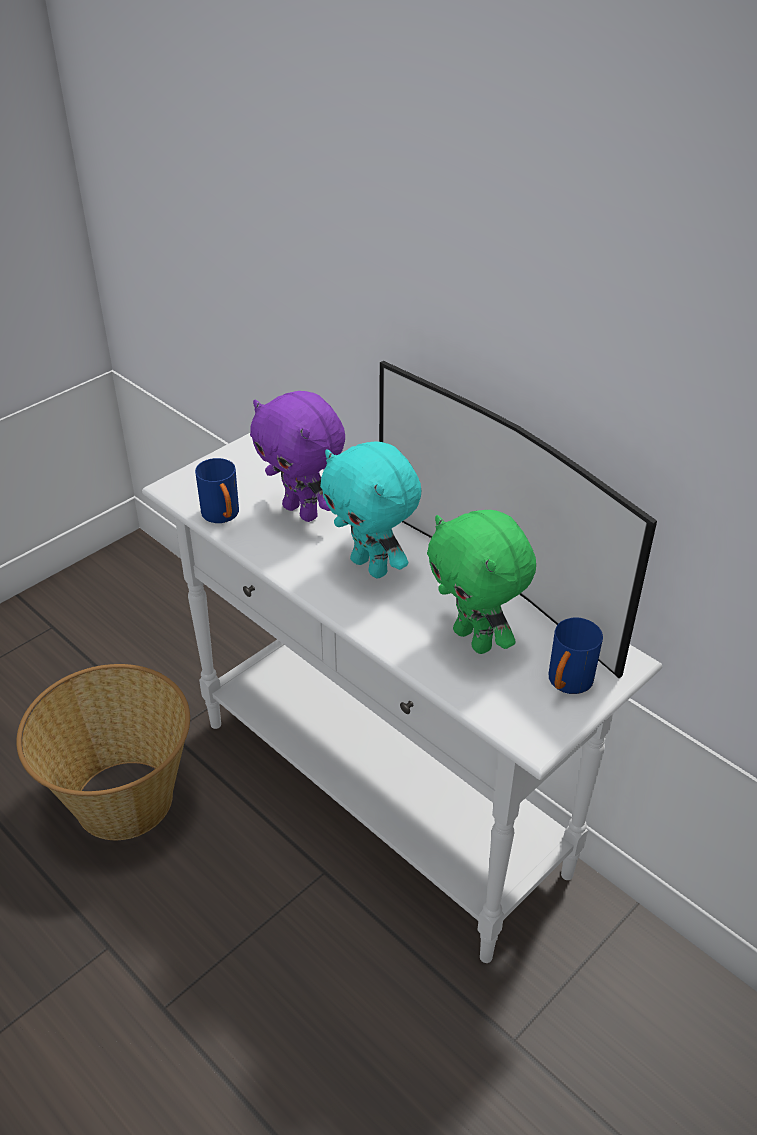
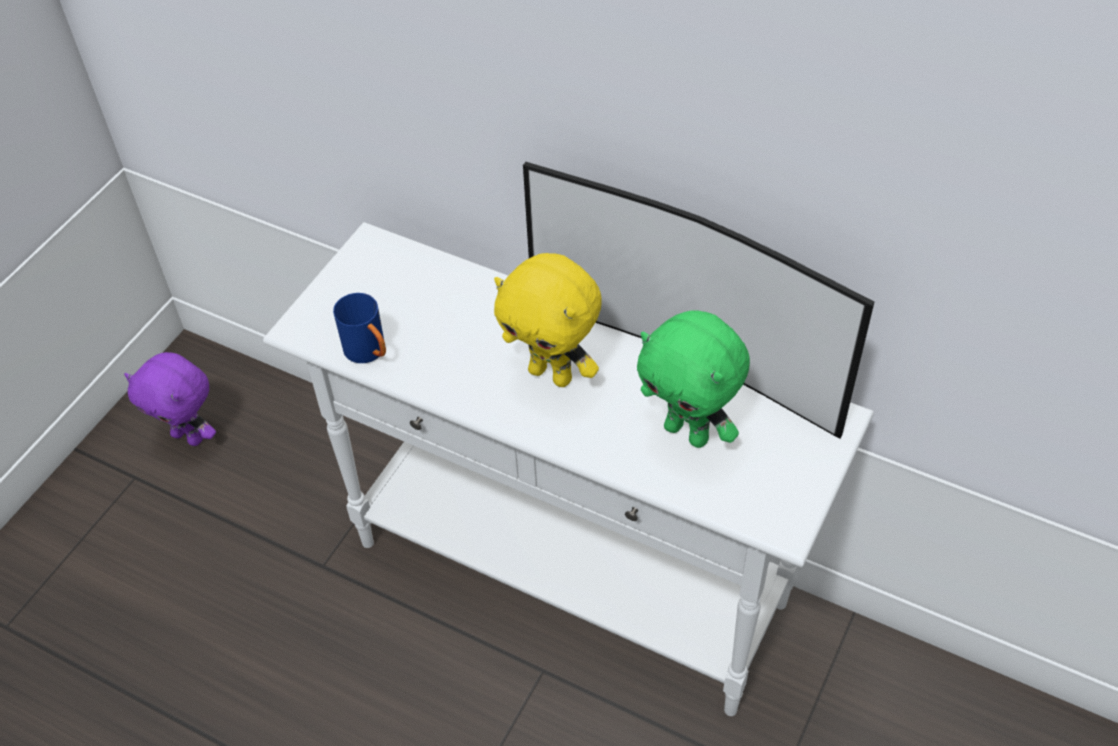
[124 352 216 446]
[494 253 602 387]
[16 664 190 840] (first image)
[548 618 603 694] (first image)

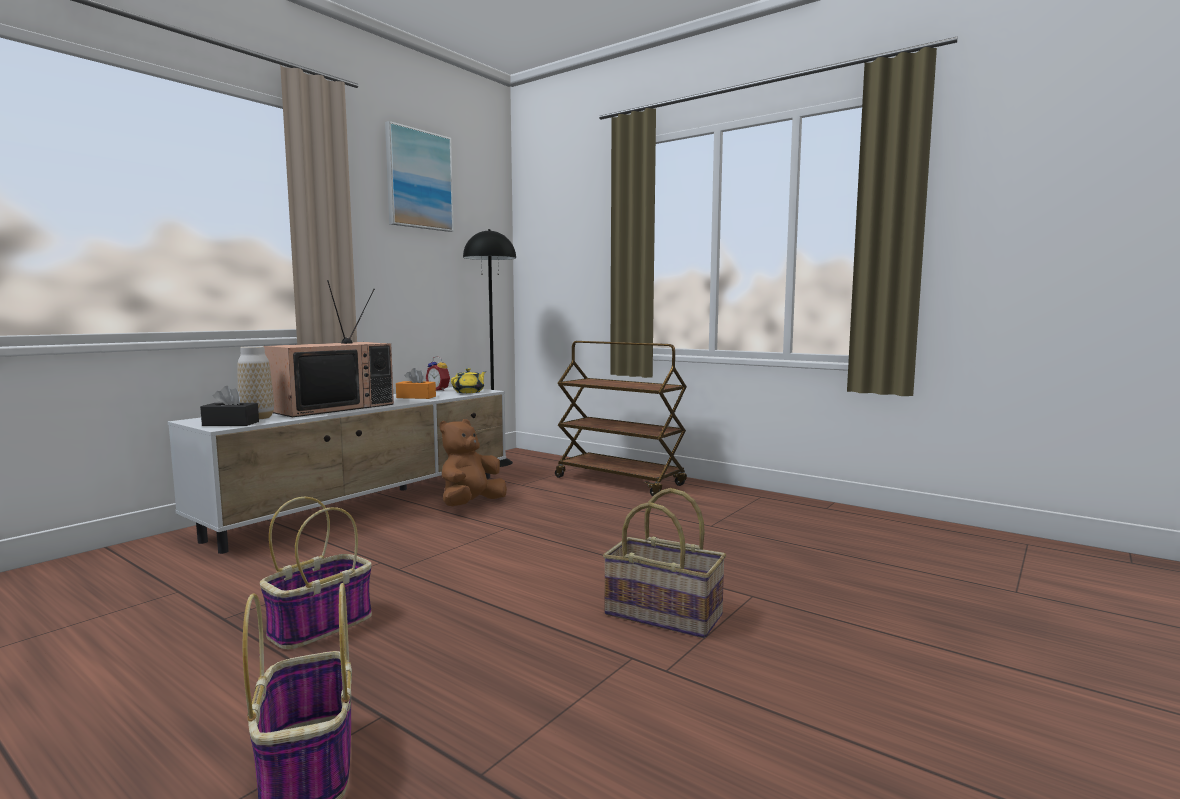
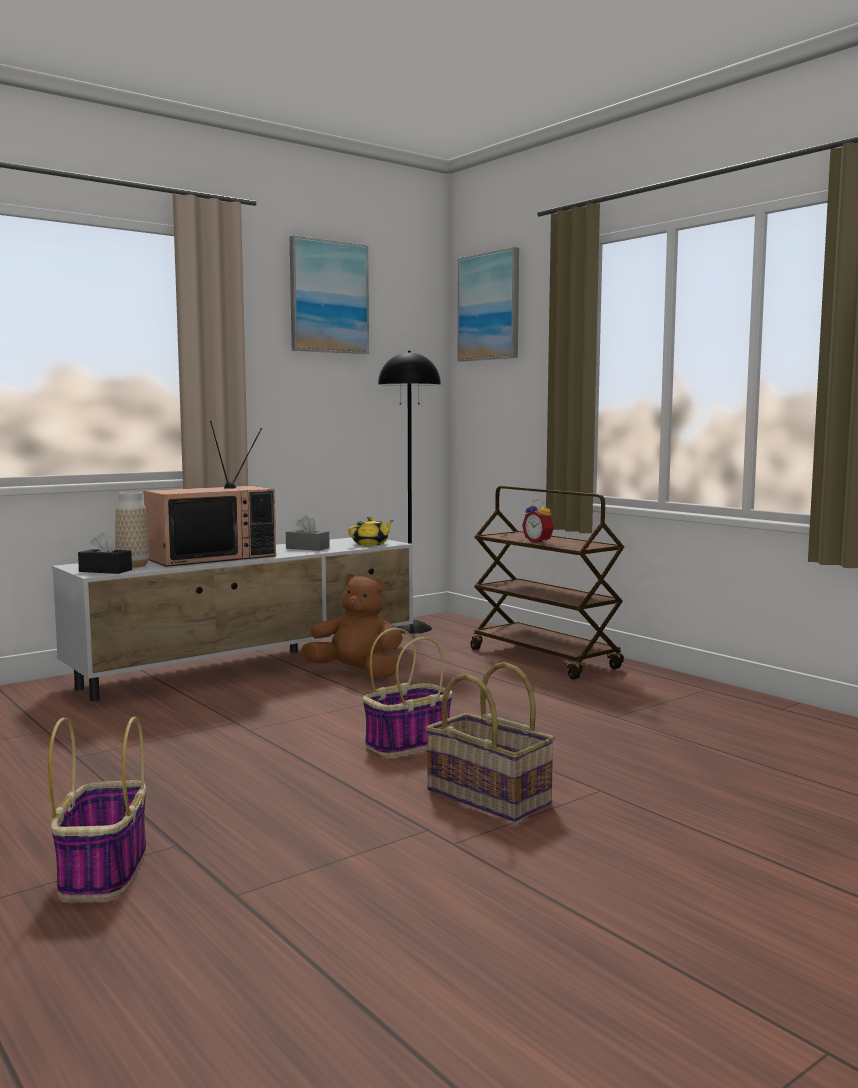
[286 515 330 551]
[301 573 403 677]
[363 628 453 757]
[458 247 519 362]
[522 499 554 544]

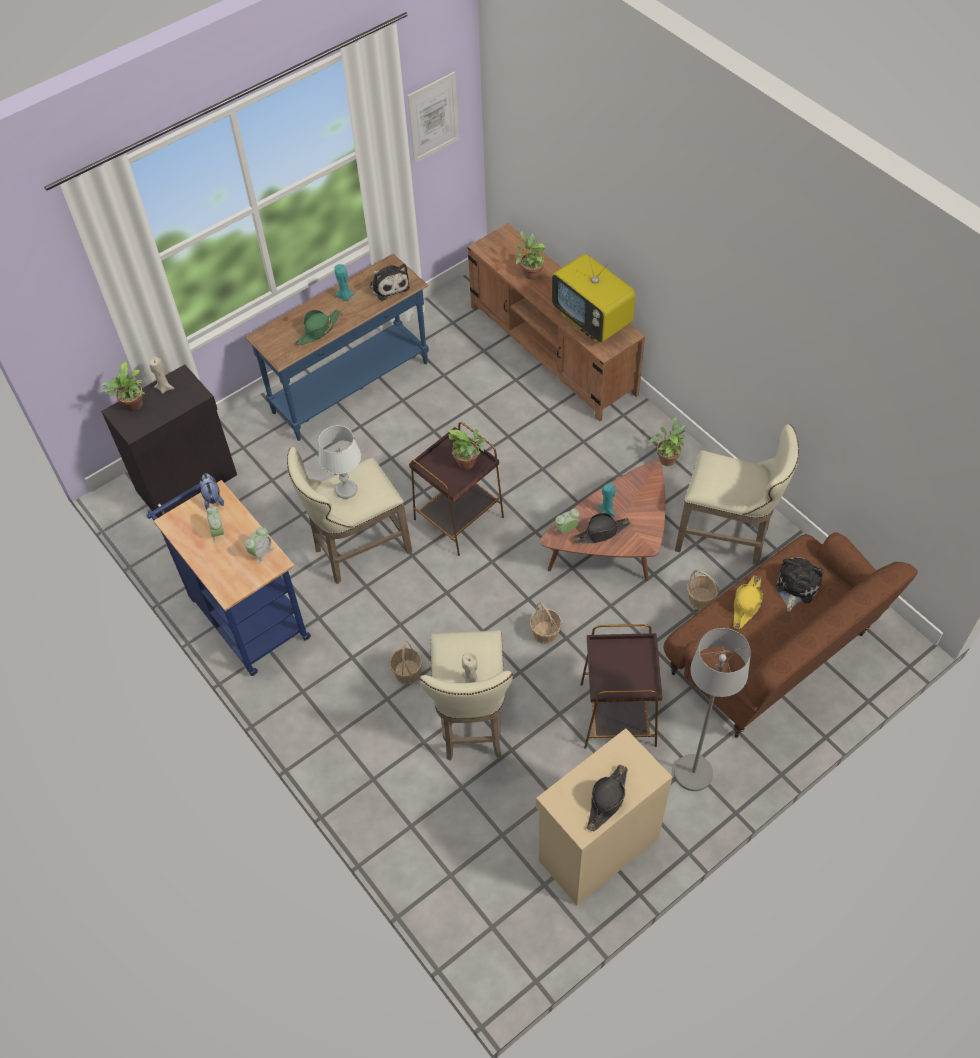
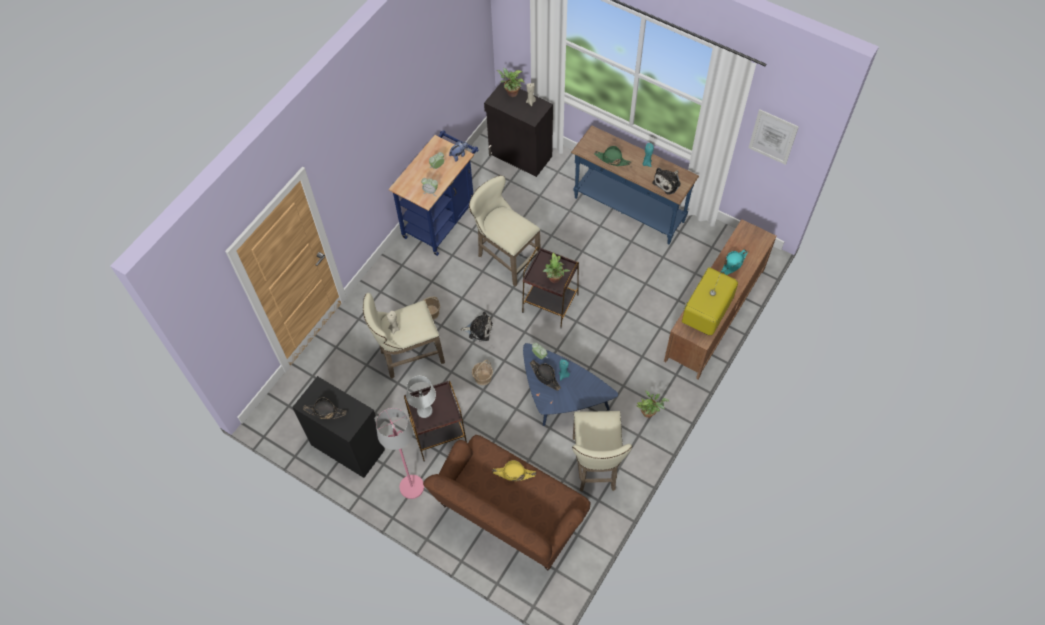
[292 376 385 478]
[376 408 424 499]
[406 376 436 418]
[461 312 493 341]
[523 343 618 426]
[721 249 748 275]
[687 570 719 610] (first image)

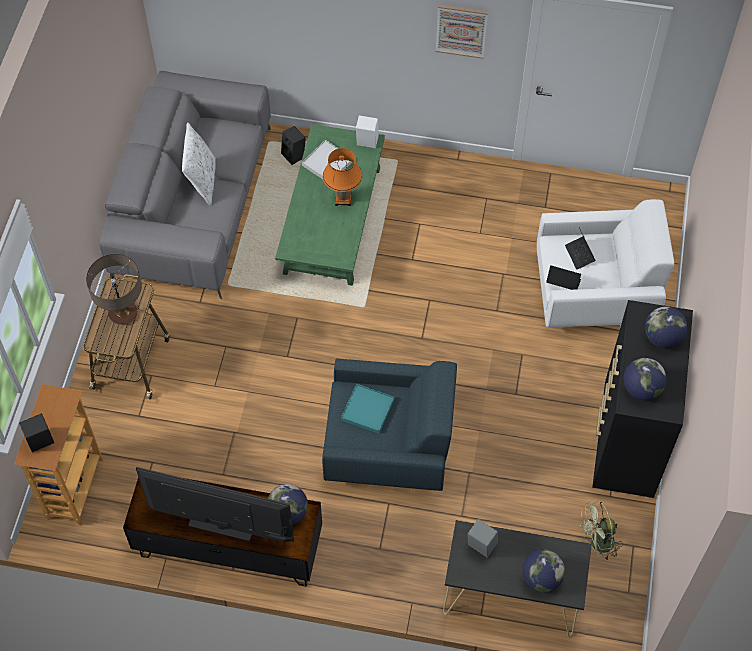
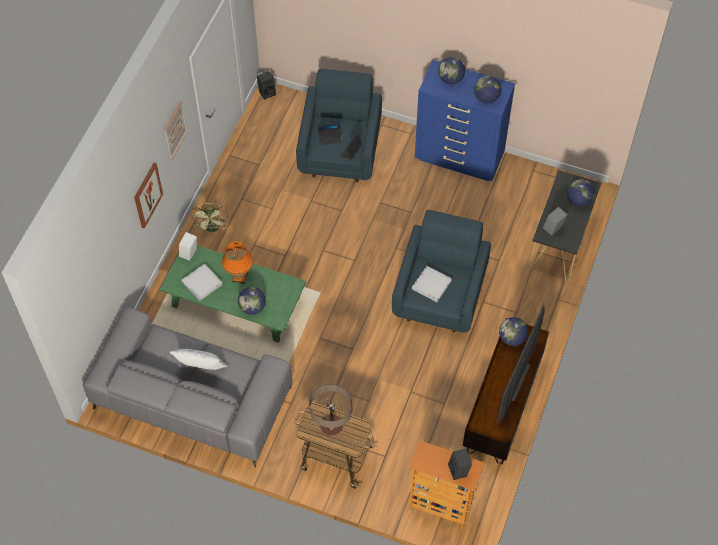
[134 163 163 229]
[192 203 228 232]
[238 287 266 315]
[257 71 276 100]
[296 69 382 182]
[412 266 452 302]
[415 60 515 181]

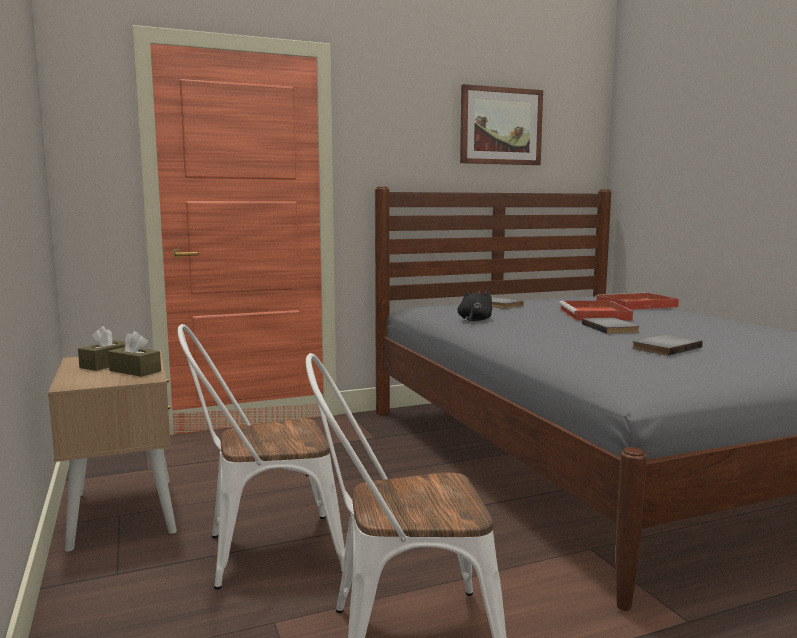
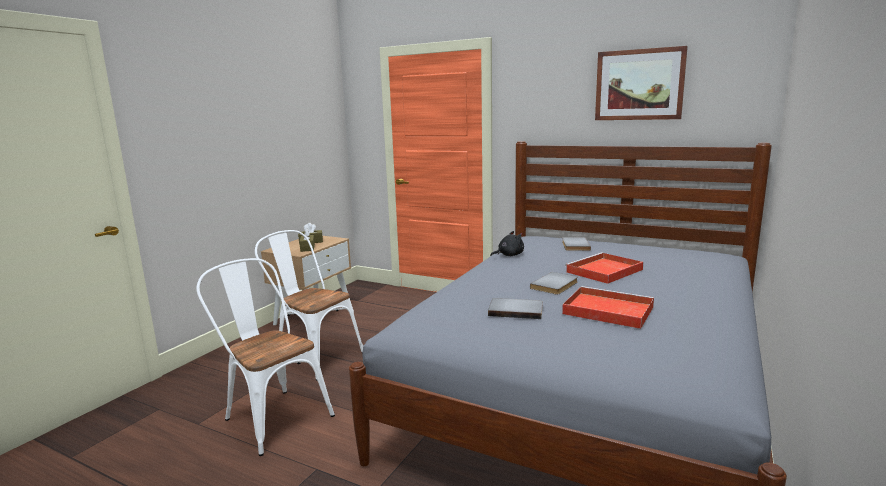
[562 286 654 329]

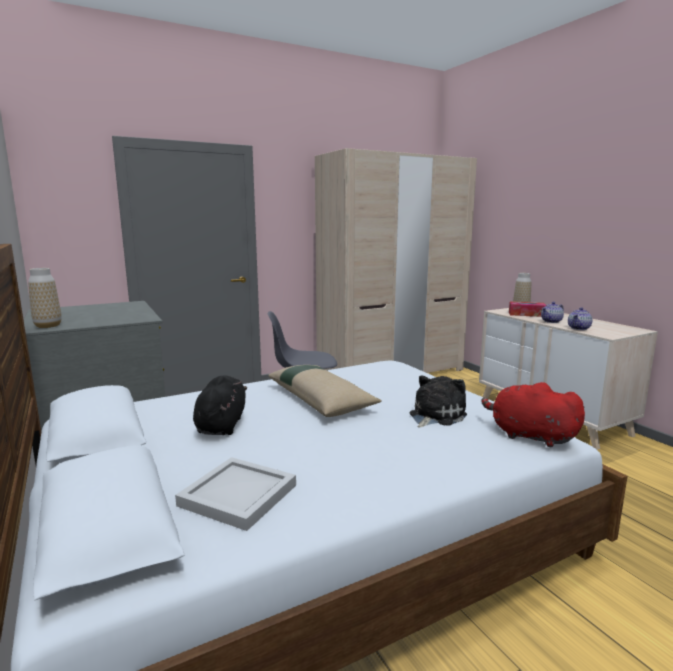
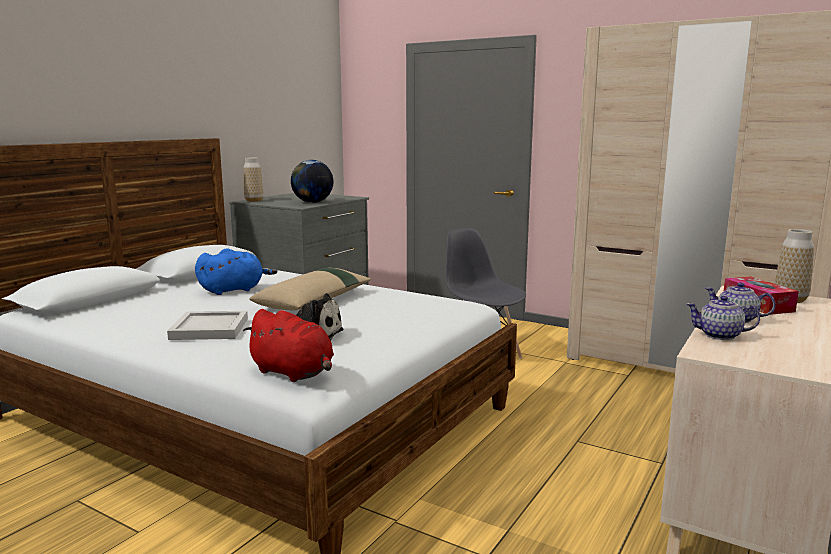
[167 311 248 340]
[195 248 277 295]
[243 309 334 382]
[291 160 333 203]

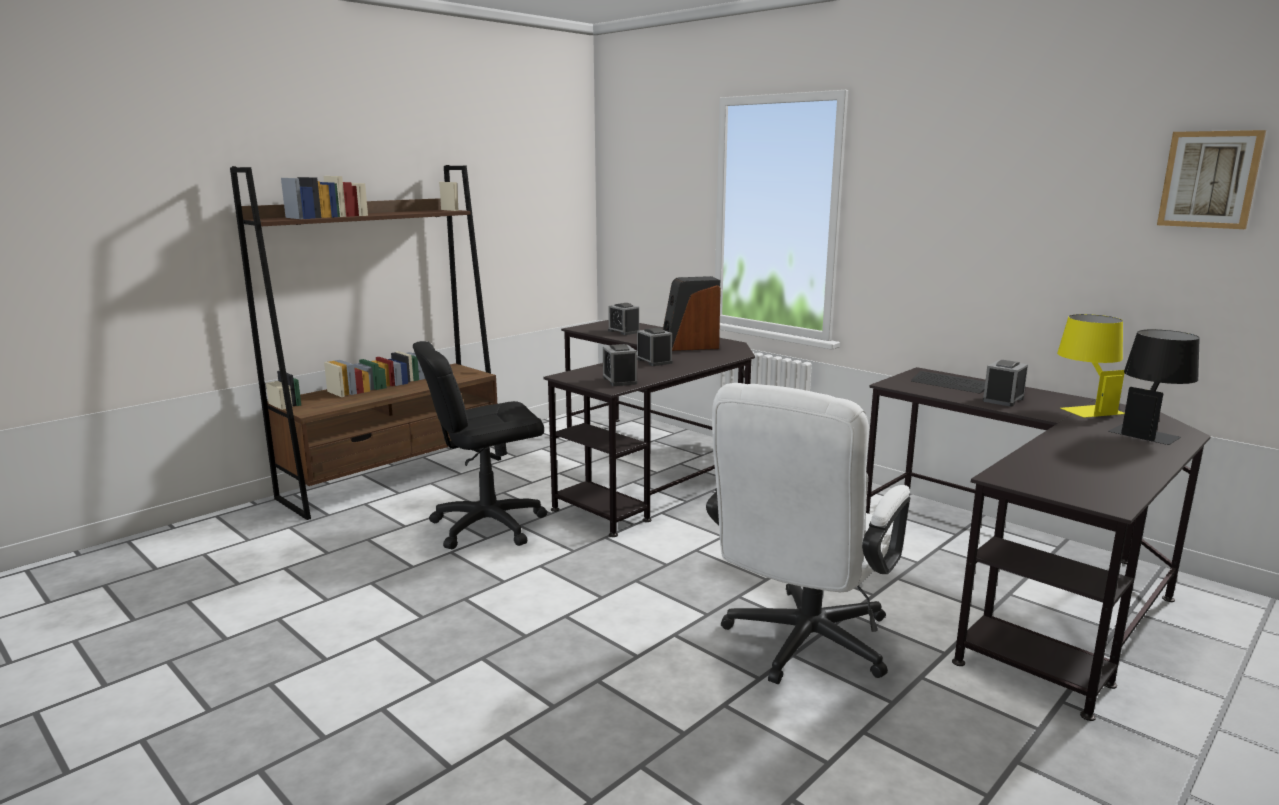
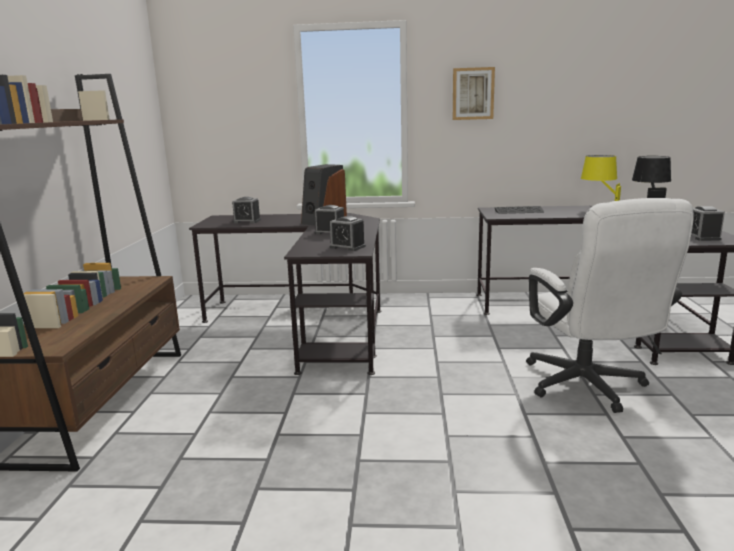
[453 67 495 120]
[691 206 725 241]
[413 341 547 549] (first image)

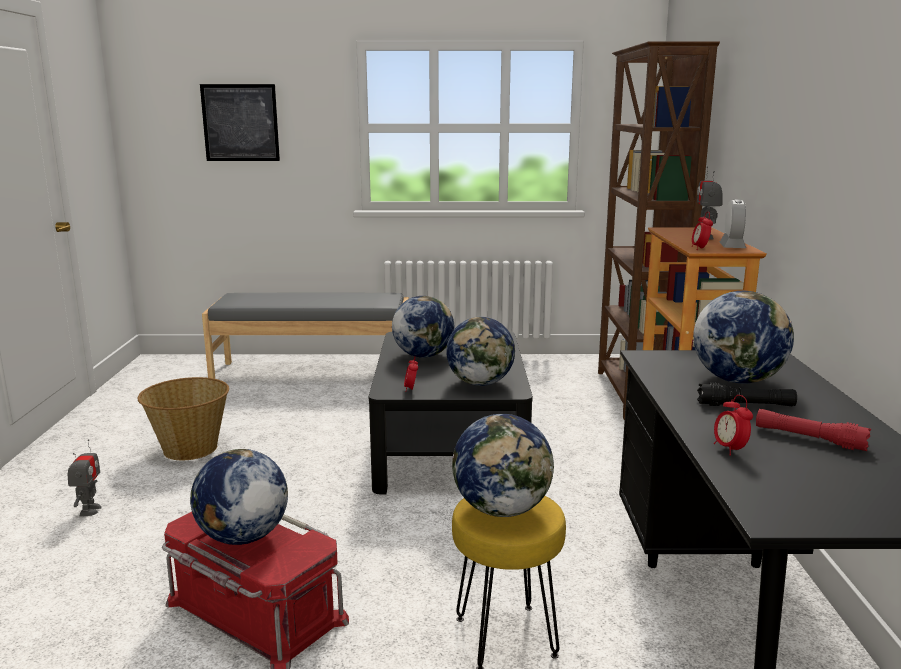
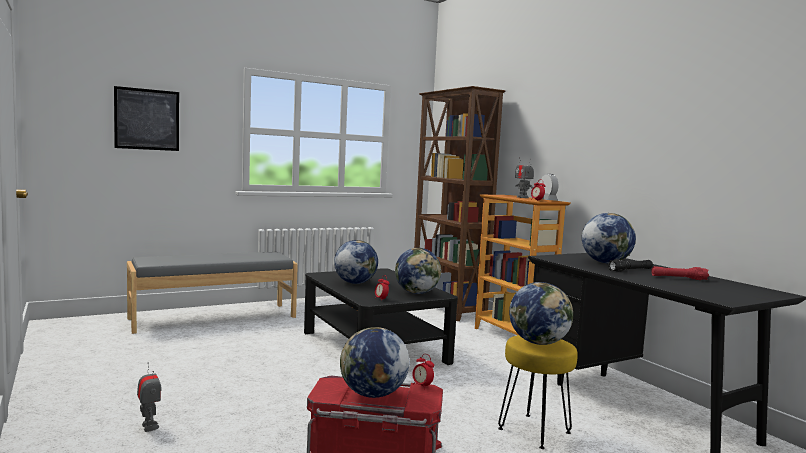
[413 354 434 390]
[137 377 229 460] (first image)

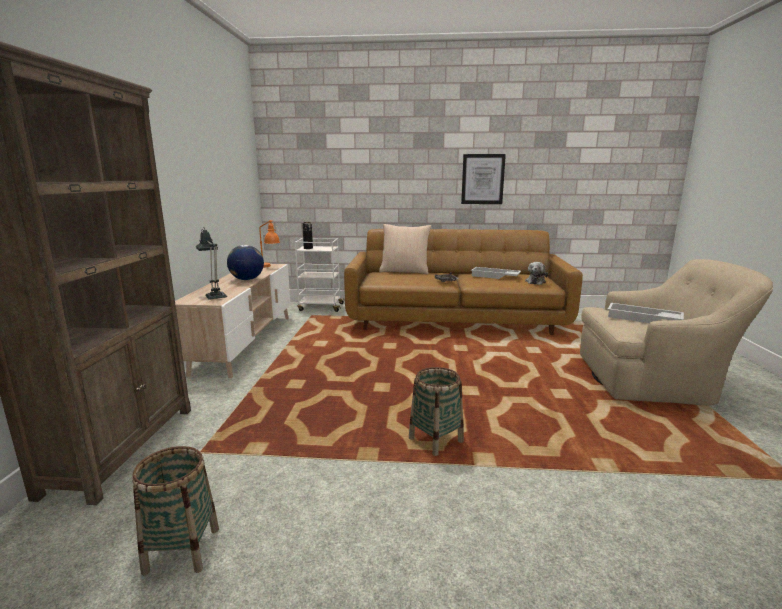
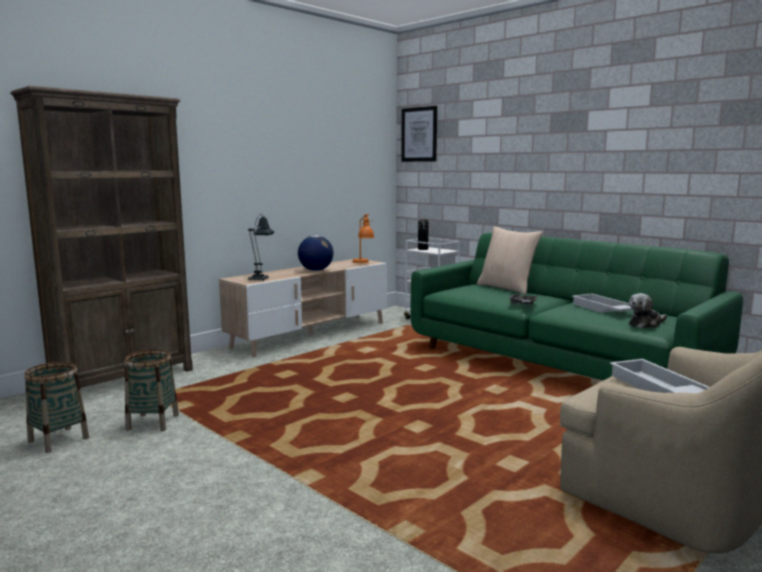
[124 349 179 431]
[401 106 437 162]
[410 233 743 380]

